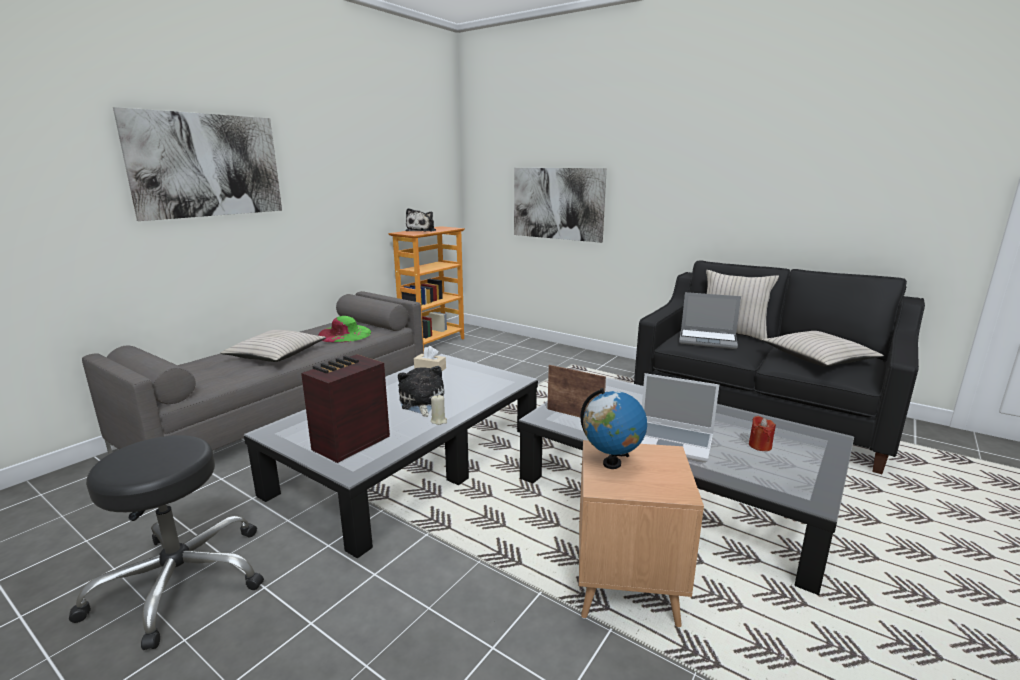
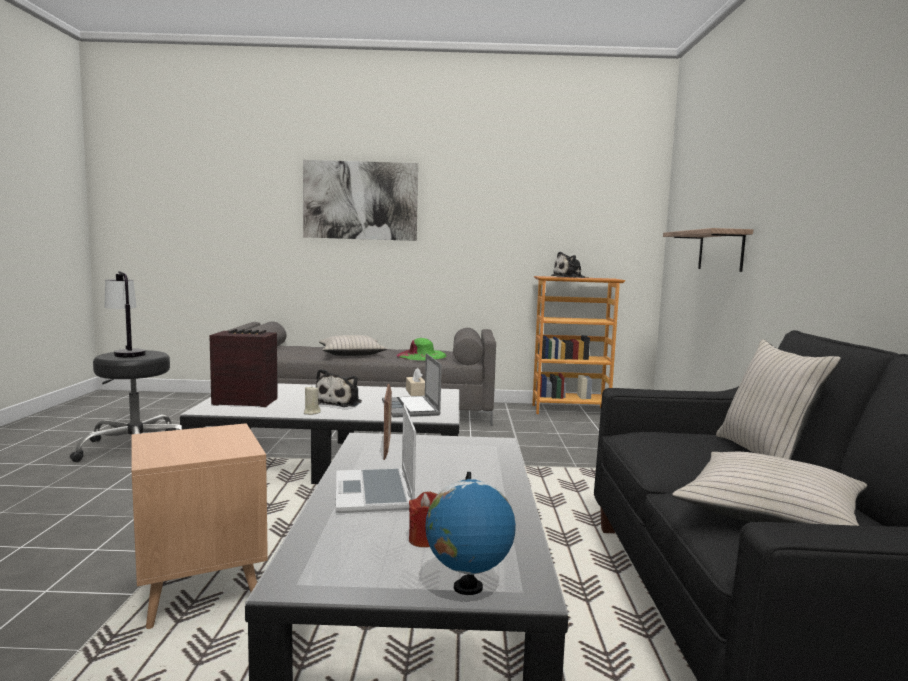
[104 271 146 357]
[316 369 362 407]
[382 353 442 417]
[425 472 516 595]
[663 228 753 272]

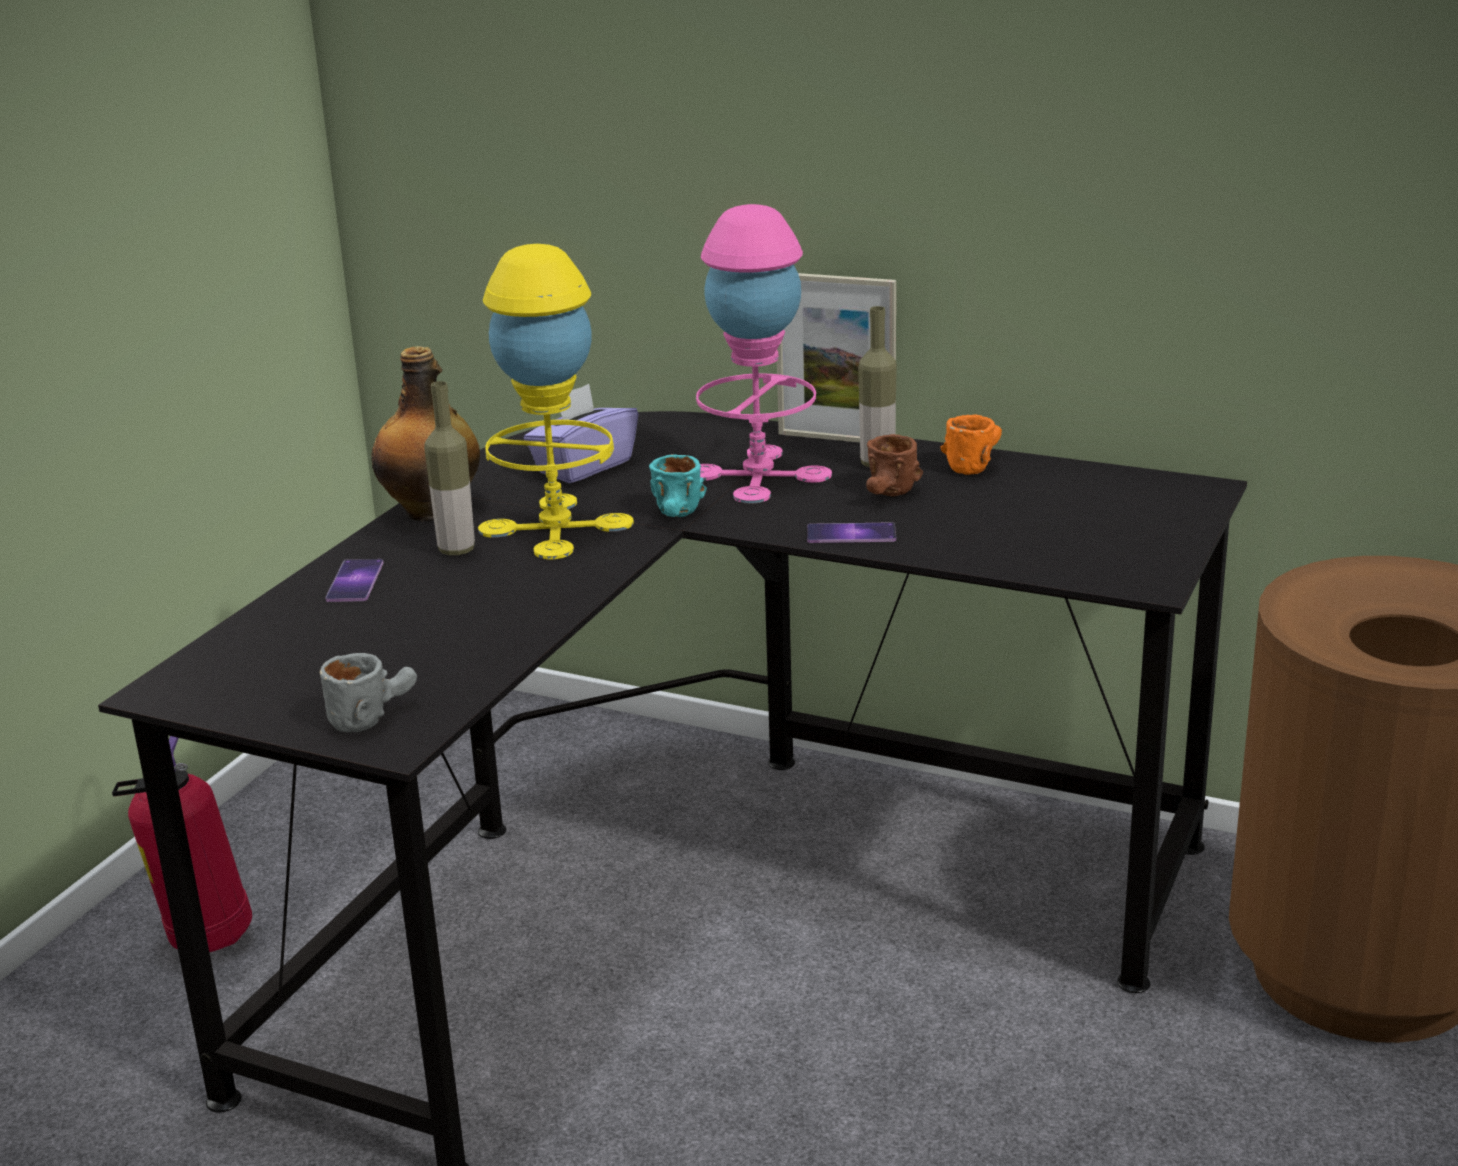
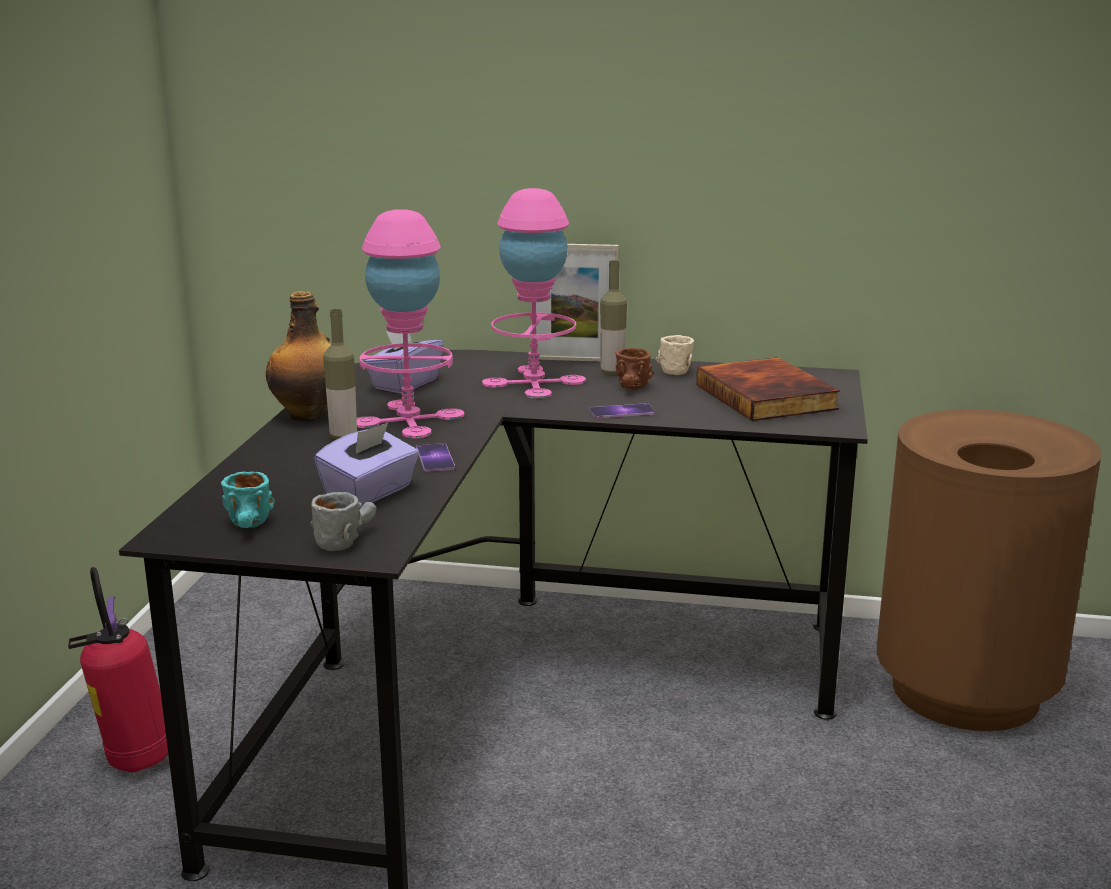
[221 472 275 528]
[314 422 419 508]
[357 209 464 438]
[416 443 455 472]
[656 335 694 375]
[696 357 840 421]

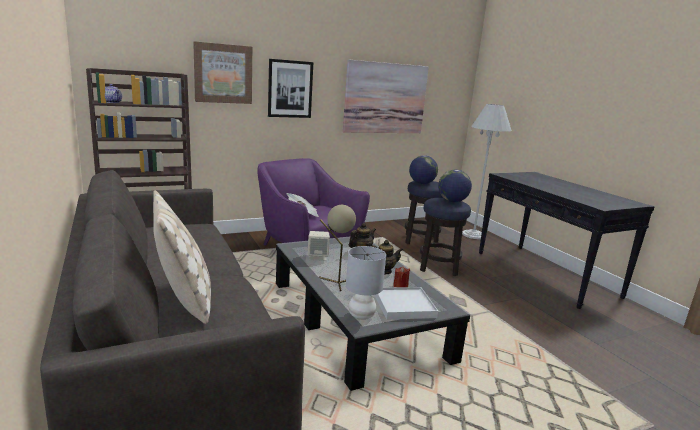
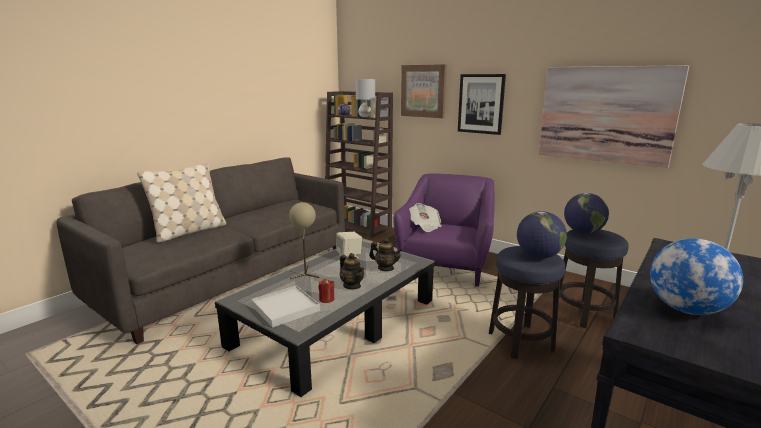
[355 79 375 117]
[650 238 743 315]

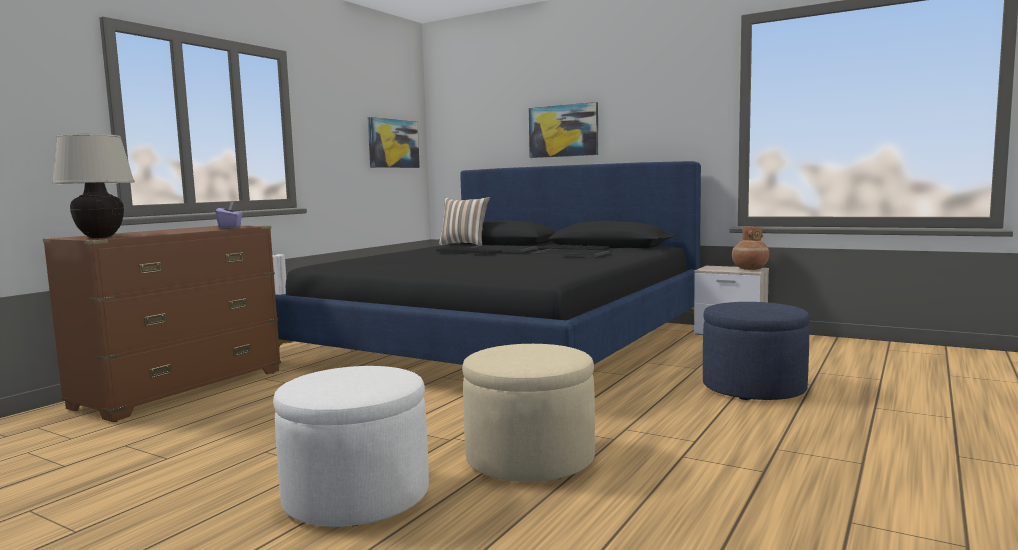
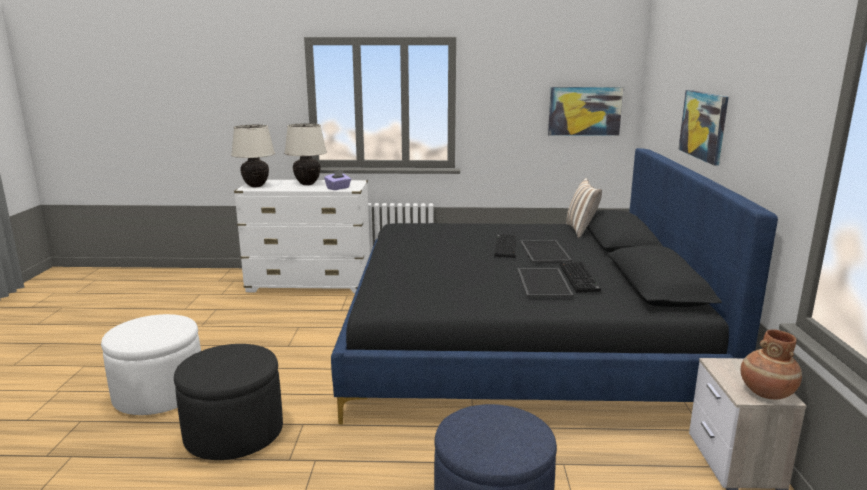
[174 344 283 460]
[234 180 370 293]
[284 123 327 185]

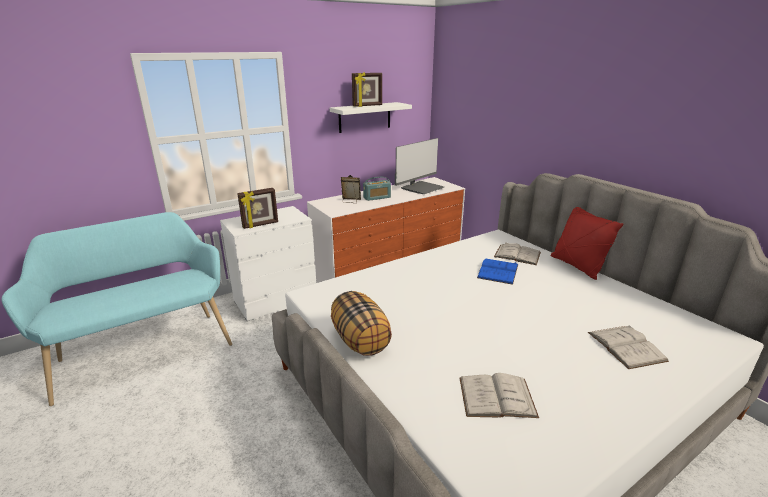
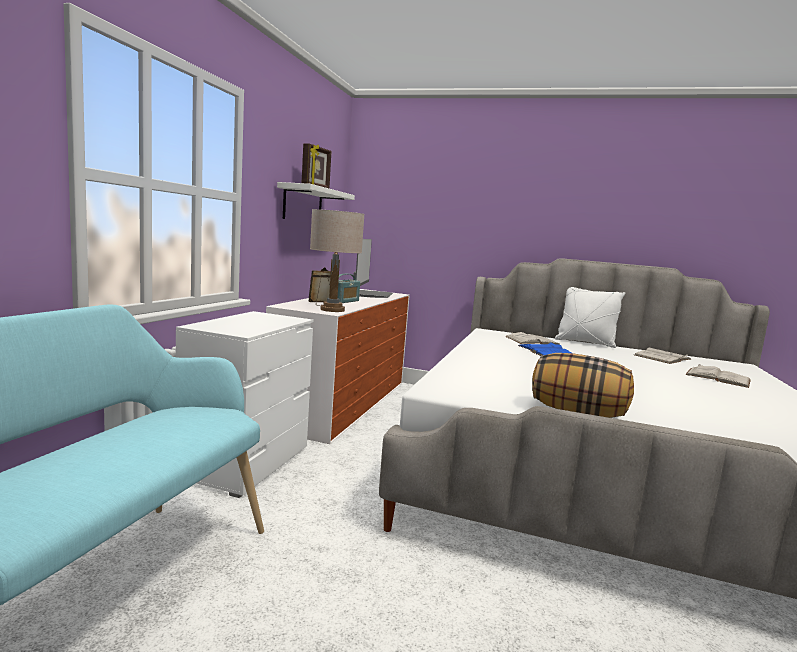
[310 209 365 312]
[555 287 625 348]
[634 348 692 364]
[237 188 278 229] (first image)

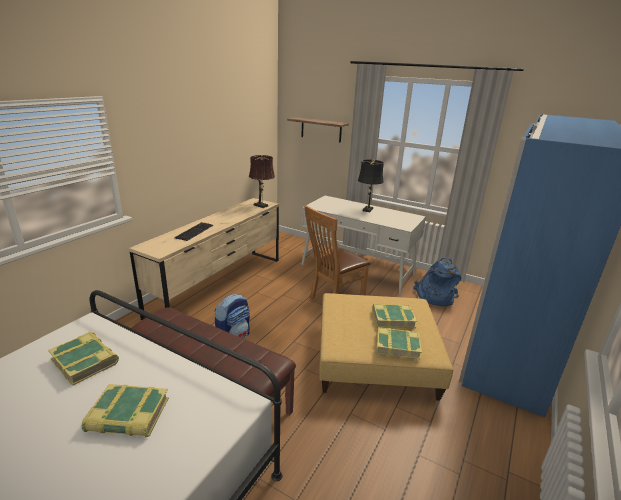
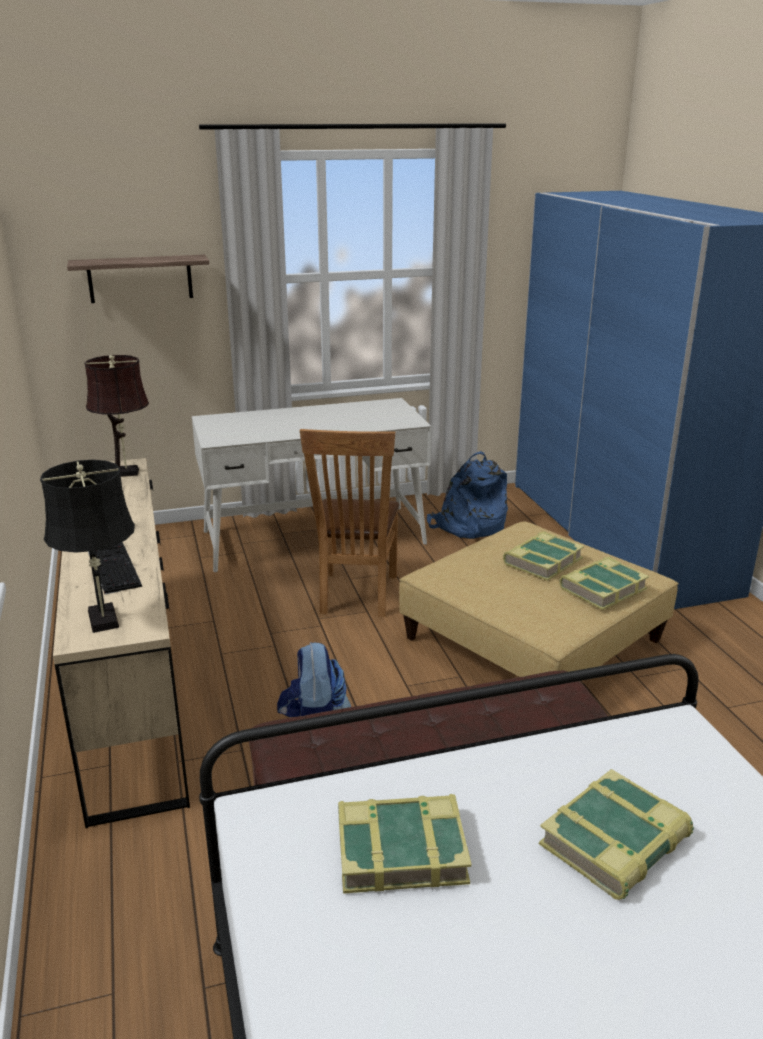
[40 460 135 633]

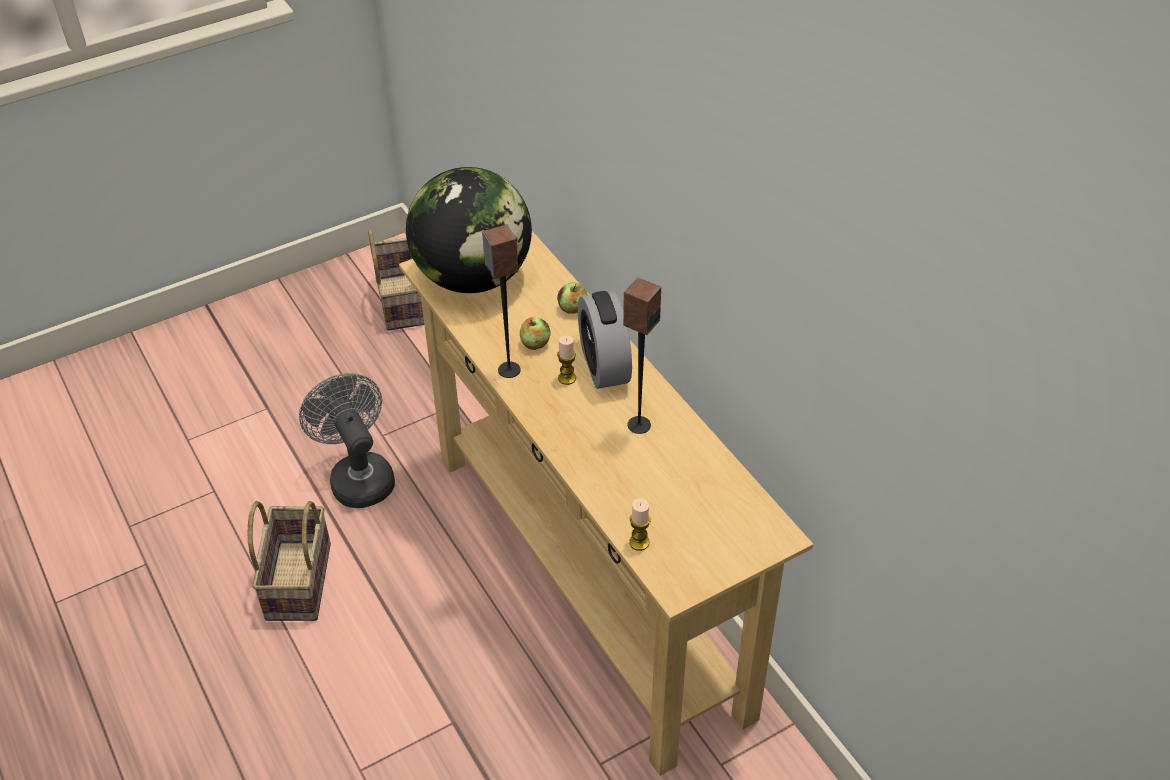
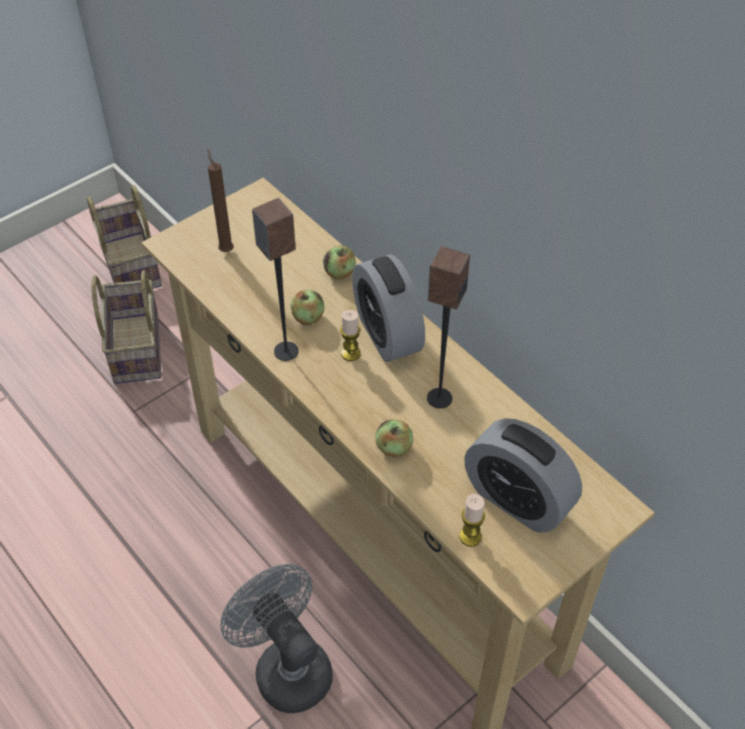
[91 270 161 384]
[207 148 234 252]
[220 564 333 713]
[375 419 413 457]
[464 418 582 533]

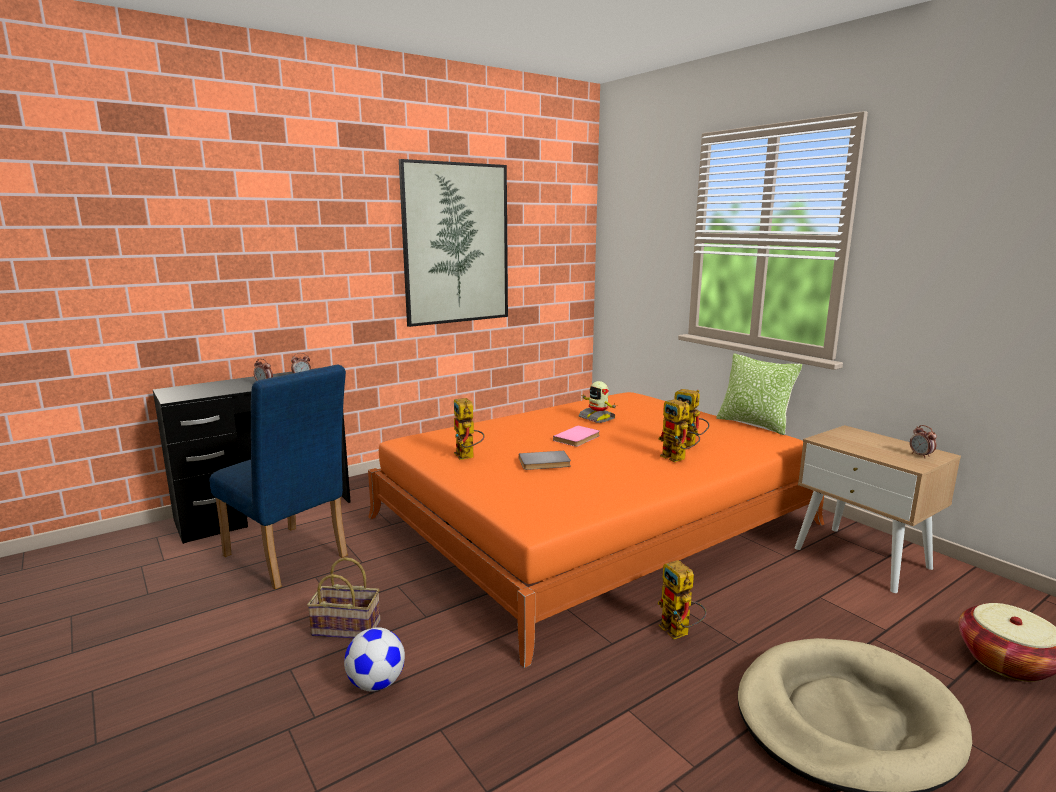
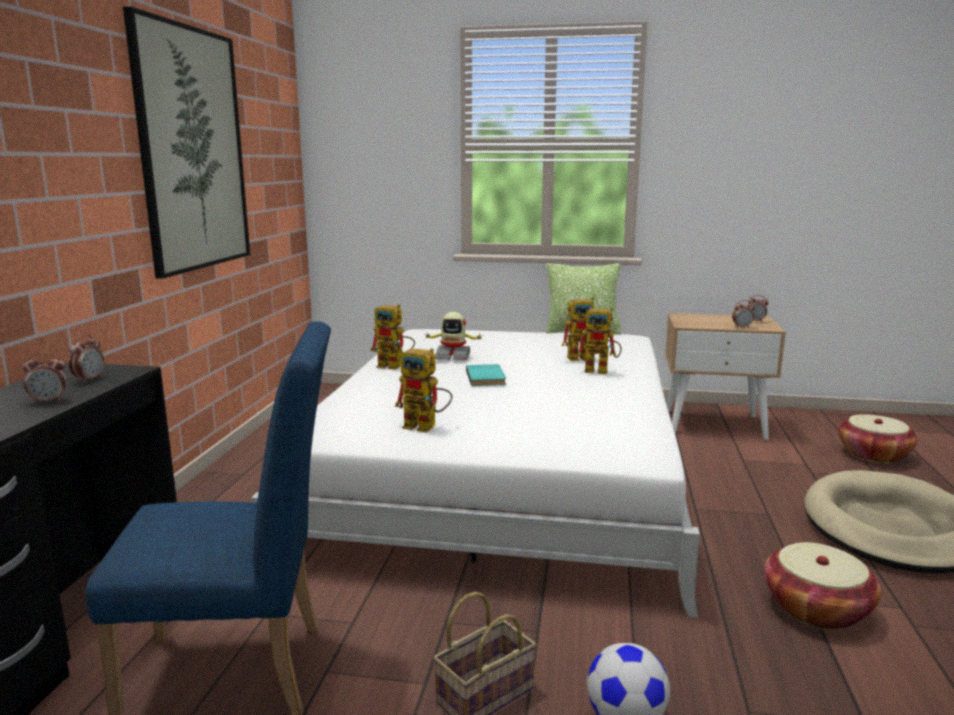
[251 329 700 618]
[370 304 415 370]
[466 364 506 386]
[732 300 755 328]
[764 542 881 630]
[519 451 571 470] (first image)

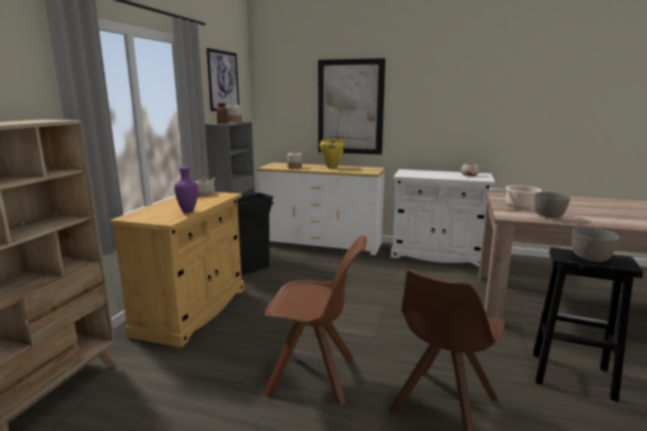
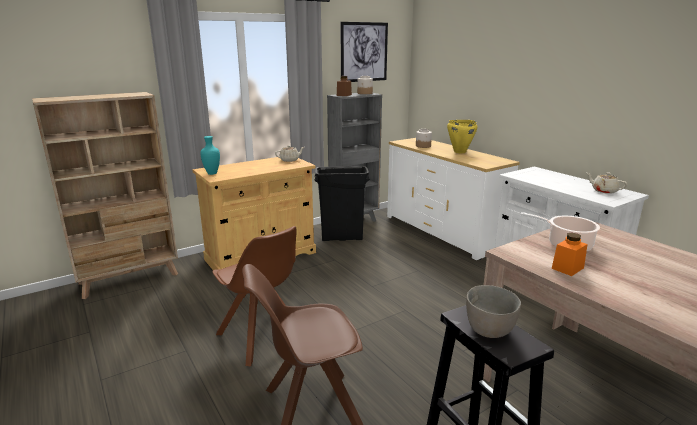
[200 136 220 175]
[552 233 588 276]
[174 167 198 213] (first image)
[318 58 386 155] (first image)

